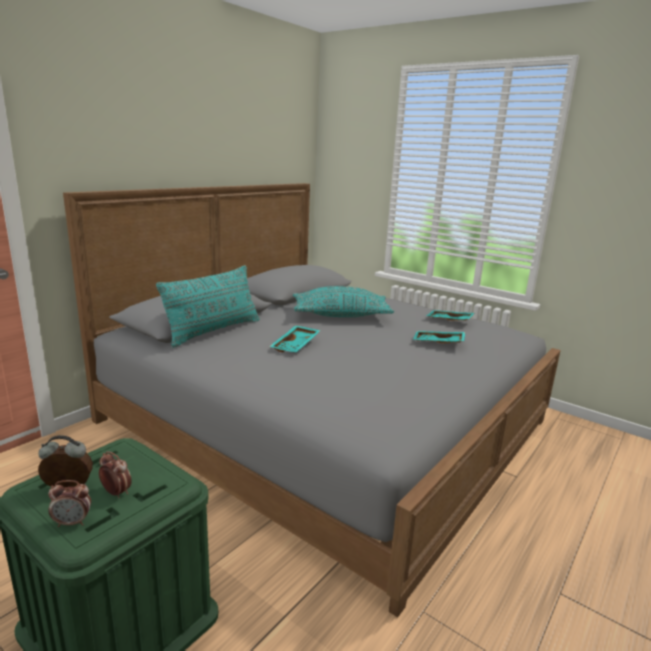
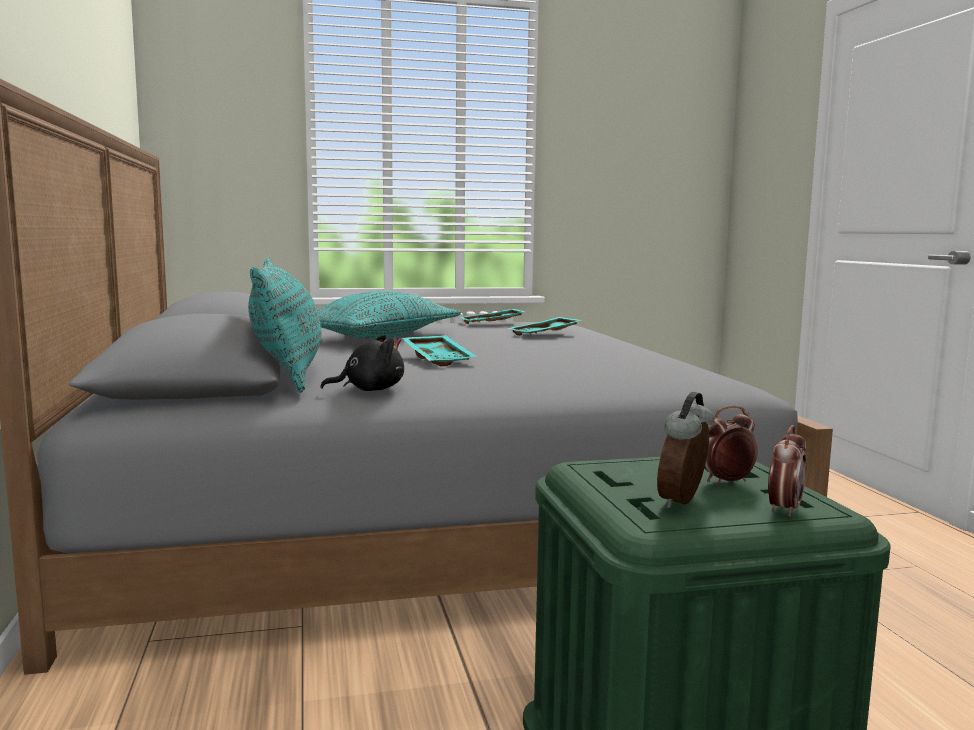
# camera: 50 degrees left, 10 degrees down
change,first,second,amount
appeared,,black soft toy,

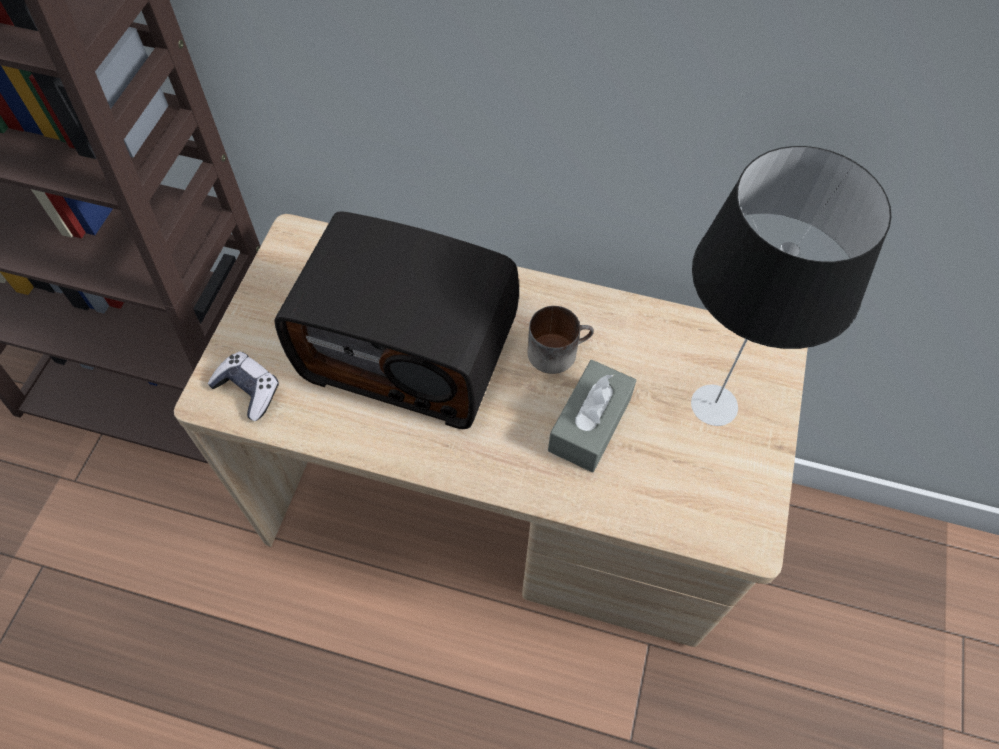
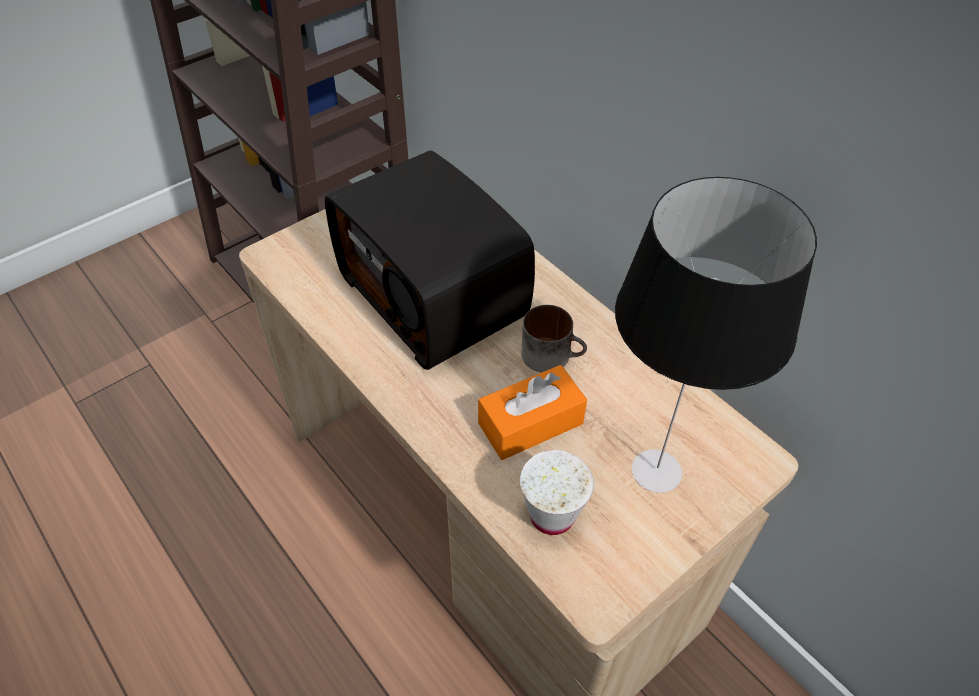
# camera: 35 degrees right, 10 degrees down
change,first,second,amount
missing,joypad,,
colour,greyish box of tissues,orange-coloured box of tissues,
appeared,,whitish small cup,

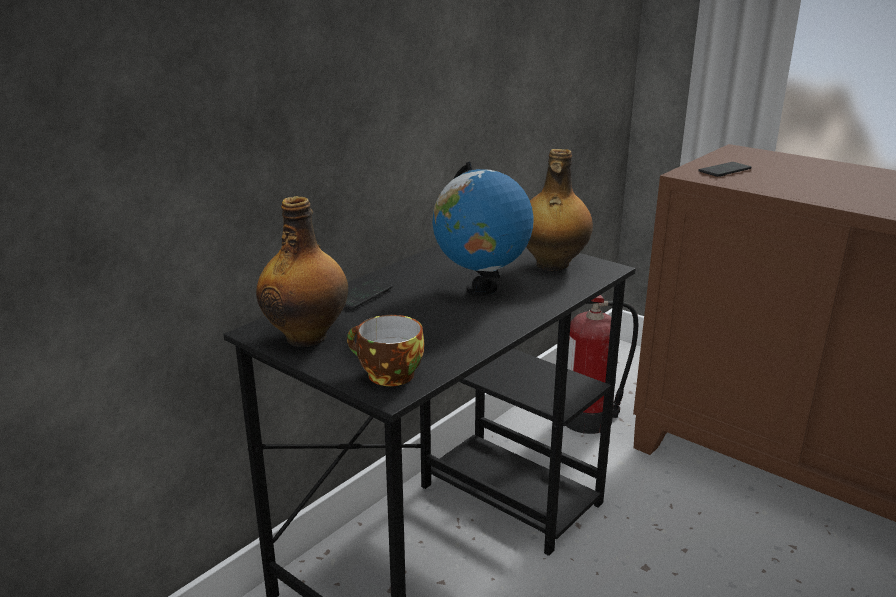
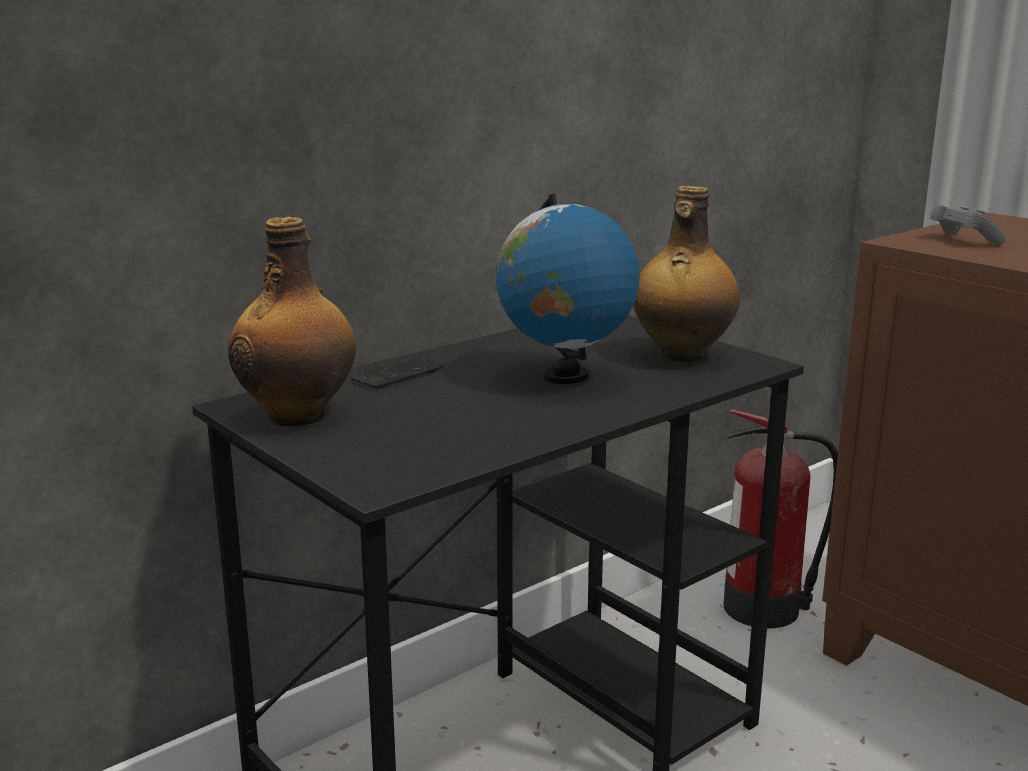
# camera: 10 degrees right, 5 degrees down
change,first,second,amount
missing,small cup,,
exchanged,telephone (no. 2 from left),greyish joypad,

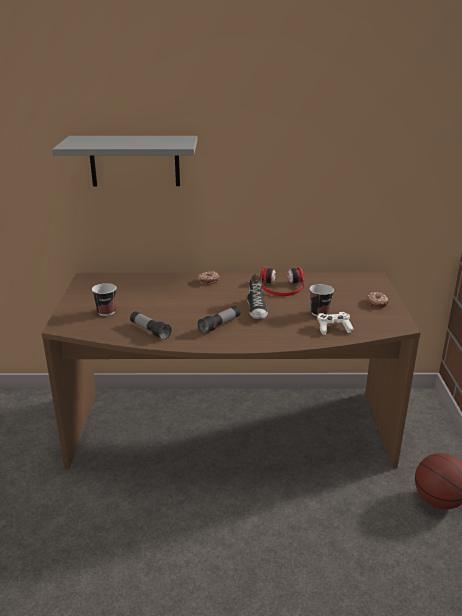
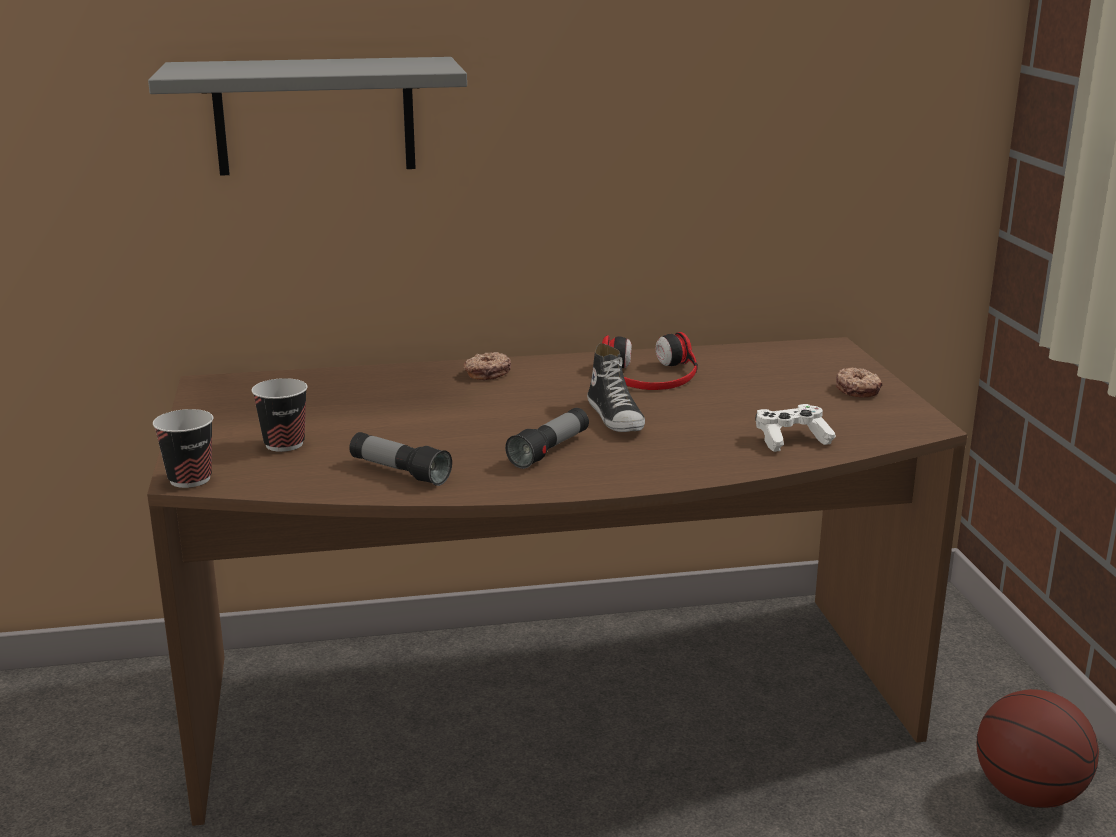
# camera: 10 degrees left, 5 degrees down
change,first,second,amount
relocated,small cup (no. 2 from left in the first image),small cup (no. 1 from left),

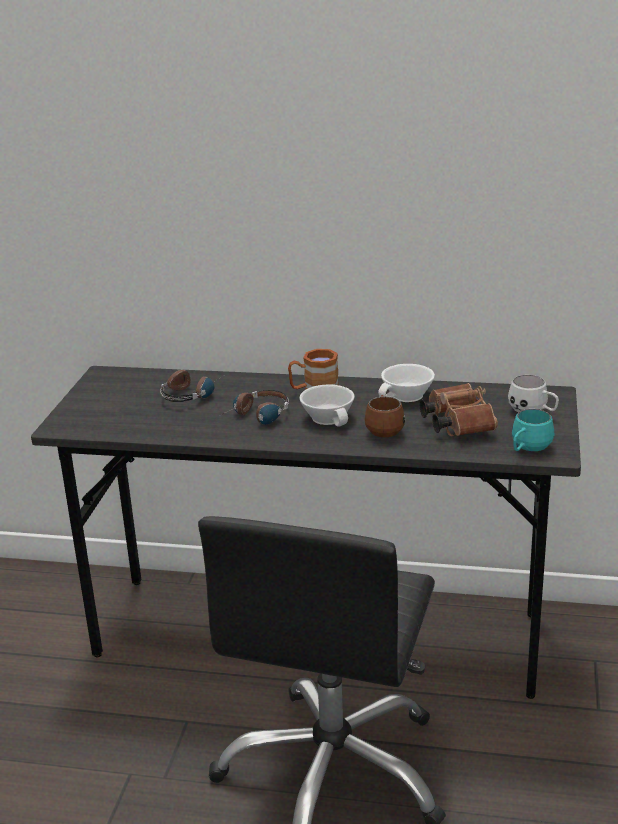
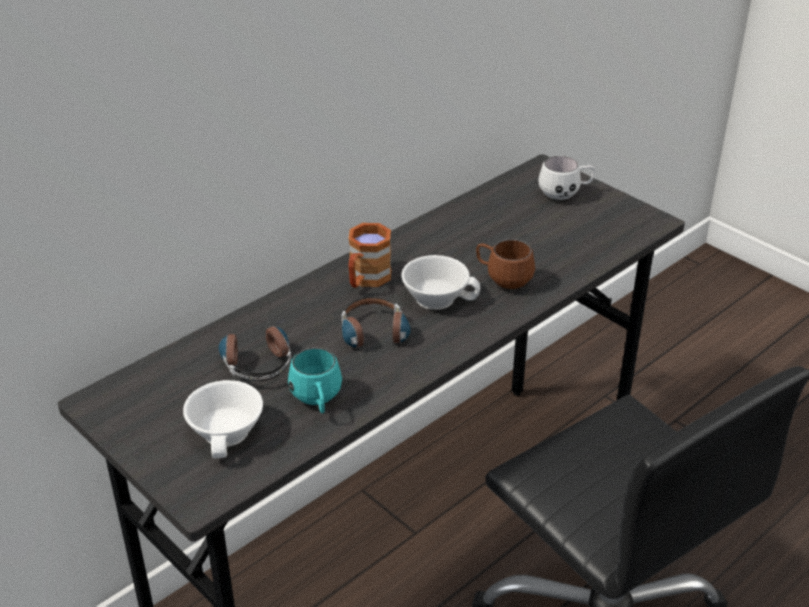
# camera: 55 degrees left, 10 degrees up
change,first,second,amount
relocated,whitish small cup (no. 2 from left in the first image),whitish small cup (no. 1 from left),
missing,brown binoculars,,
relocated,turquoise-coloured mug,,

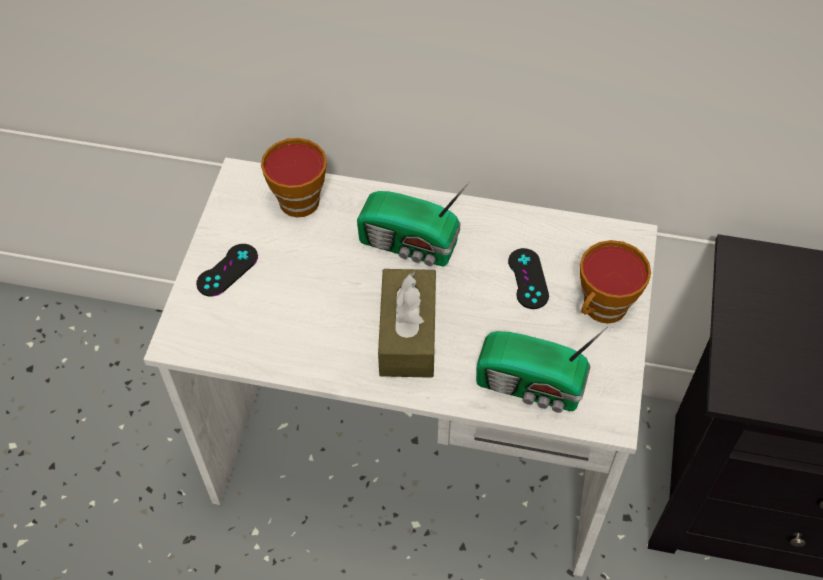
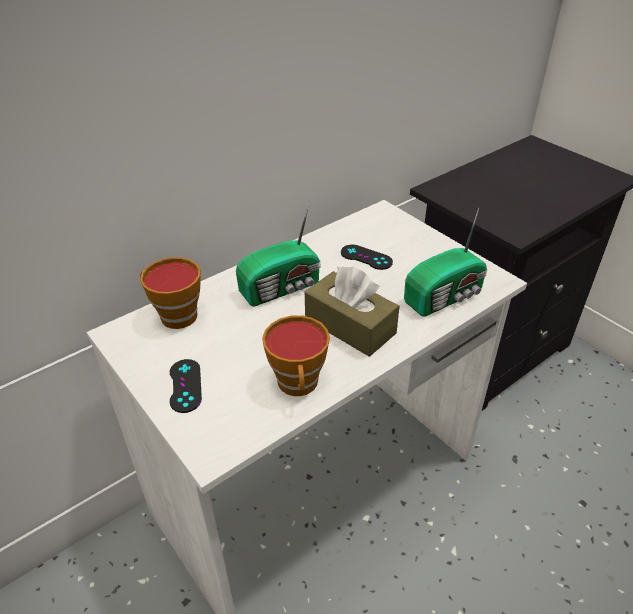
# camera: 50 degrees left, 15 degrees down
change,first,second,amount
relocated,small cup (no. 2 from left),,

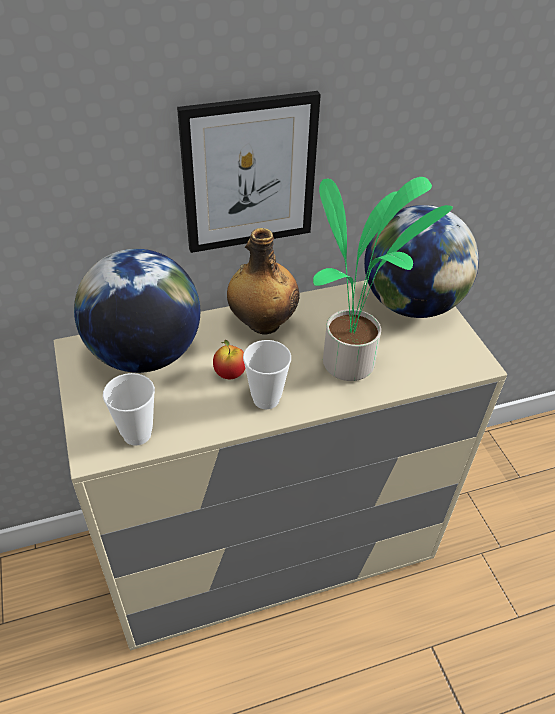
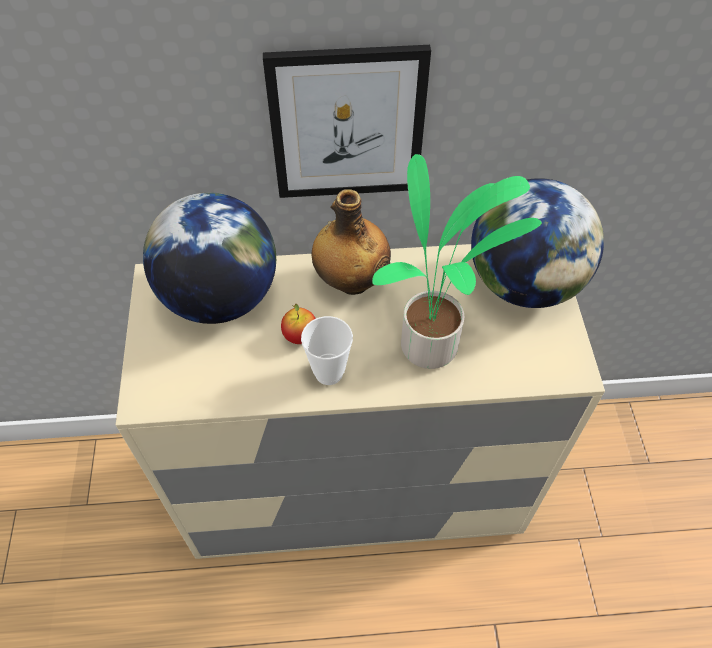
# camera: 15 degrees right, 10 degrees up
change,first,second,amount
missing,small cup (no. 1 from left),,

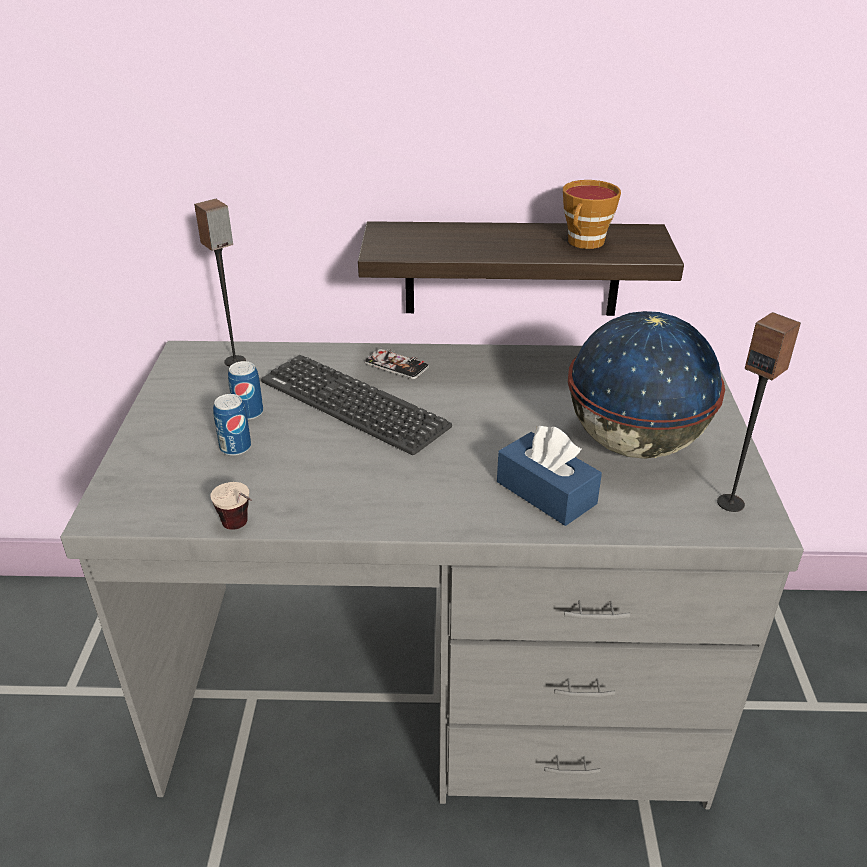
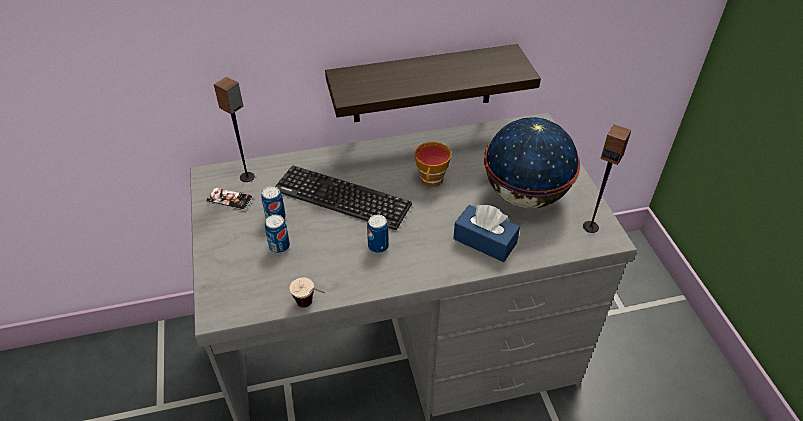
# camera: 15 degrees left, 10 degrees up
change,first,second,amount
relocated,telephone,,
relocated,small cup (no. 2 from left),,
appeared,,metal can (no. 3 from left),

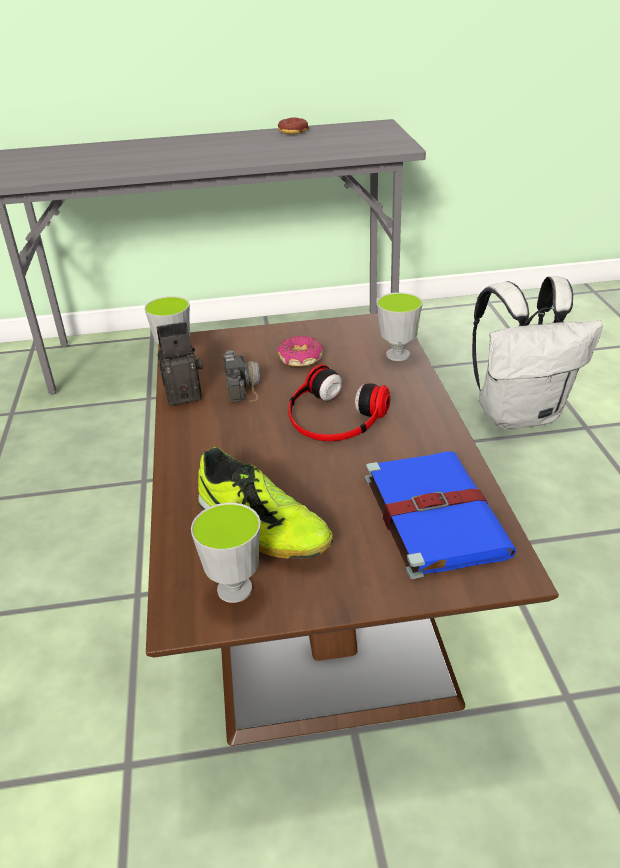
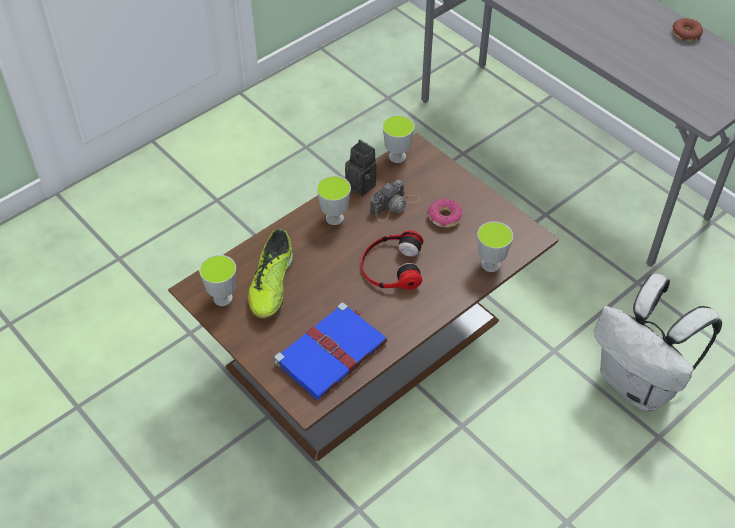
# camera: 55 degrees right, 15 degrees up
change,first,second,amount
appeared,,small cup (no. 2 from left),

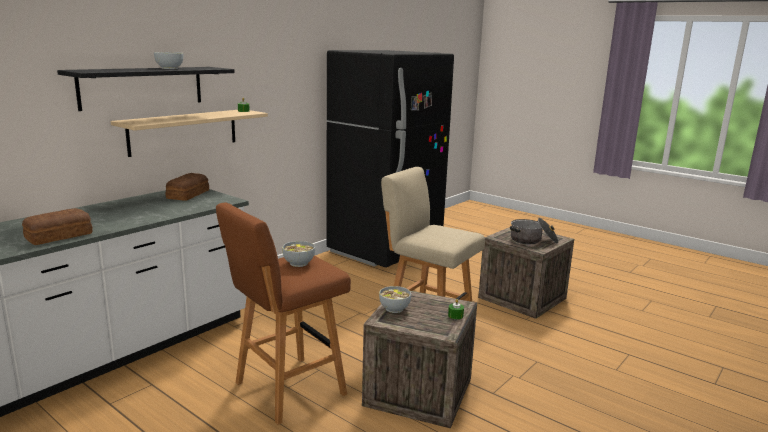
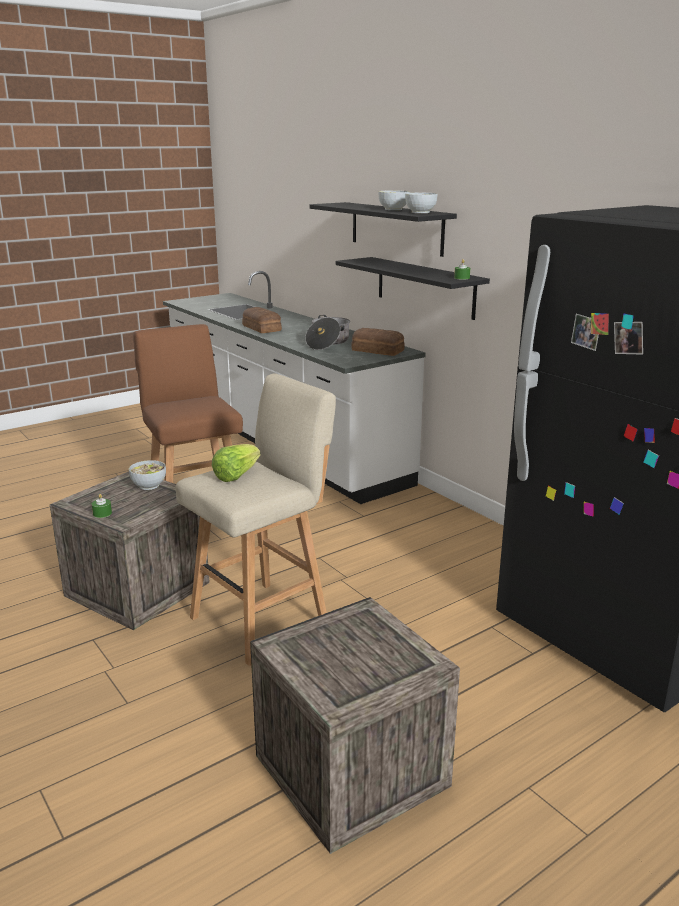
# camera: 105 degrees right, 5 degrees up
change,first,second,amount
colour,beige-coloured shelf,black shelf (no. 2 from left),
relocated,bowl (no. 2 from left in the first image),bowl (no. 3 from left),
relocated,saucepot,,
appeared,,lettuce,

